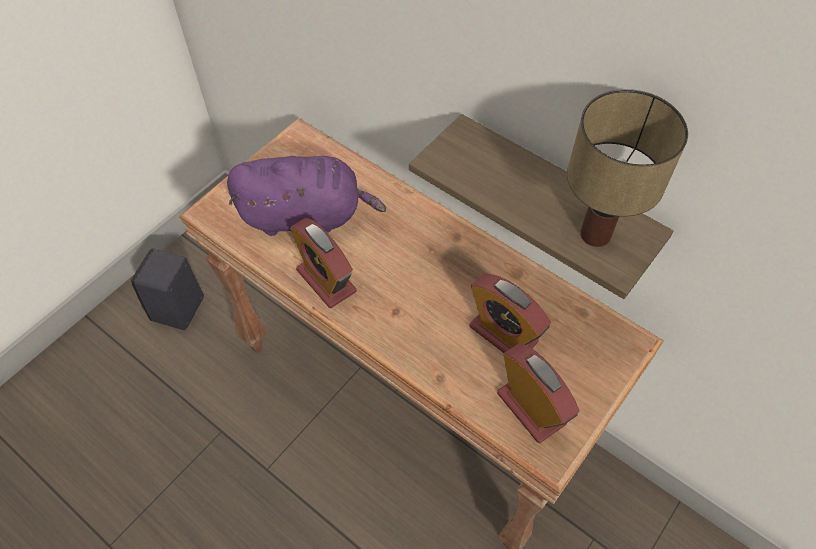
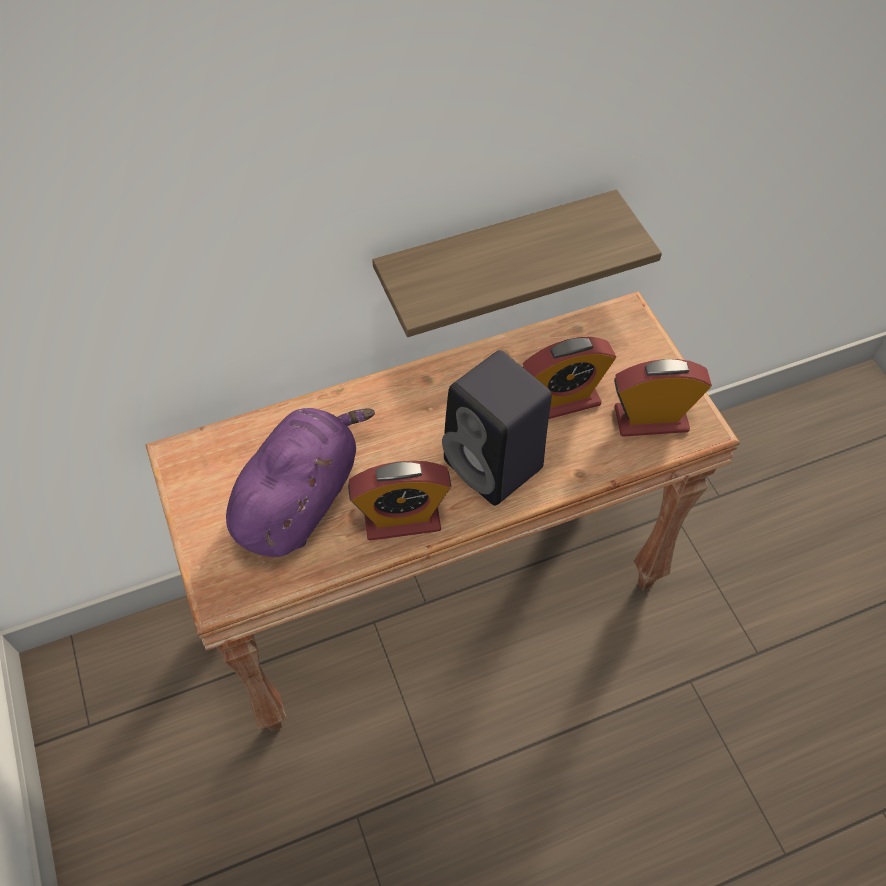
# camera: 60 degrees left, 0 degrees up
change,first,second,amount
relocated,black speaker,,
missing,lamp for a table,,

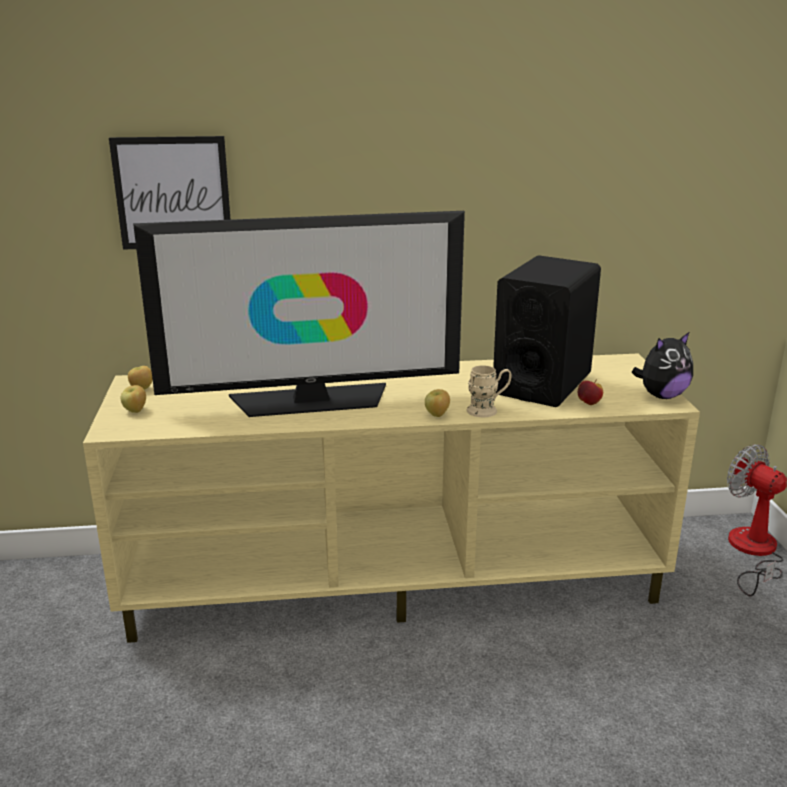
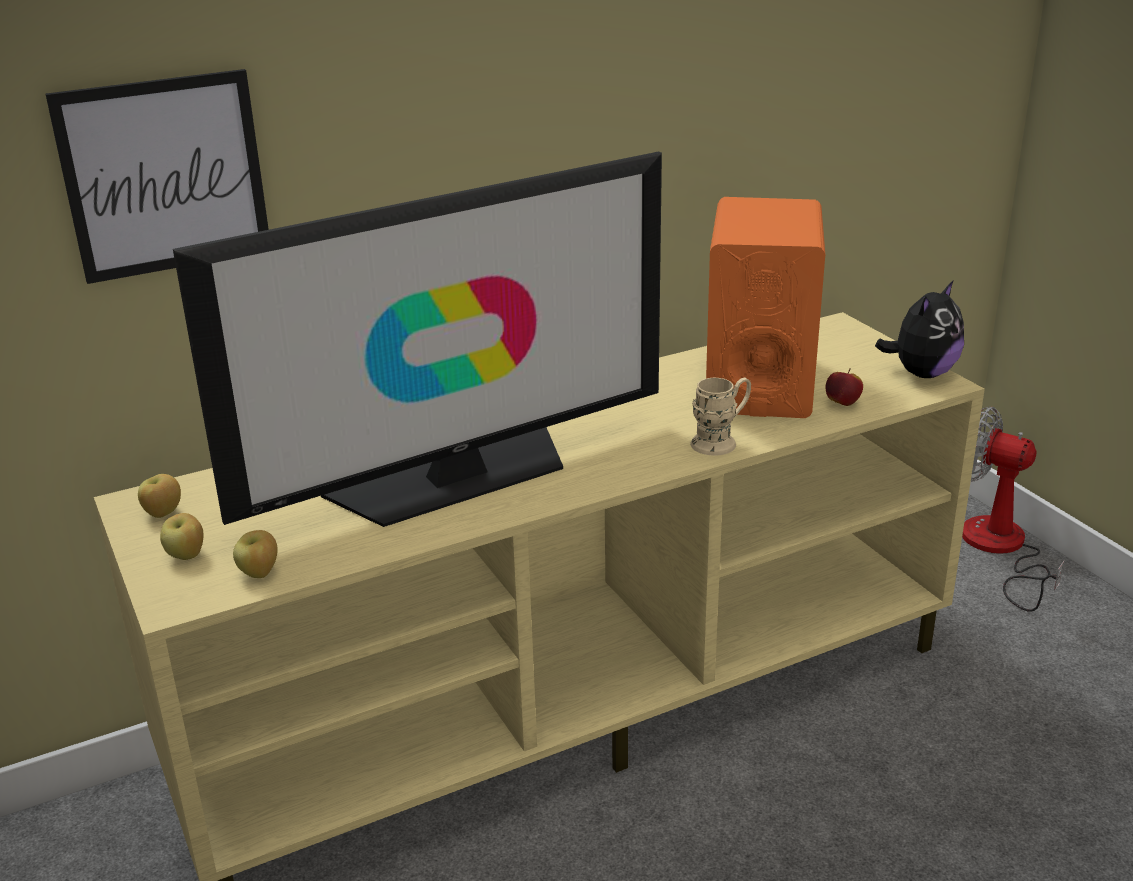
# camera: 20 degrees left, 5 degrees up
change,first,second,amount
relocated,apple (no. 3 from left),,
colour,black speaker,orange-coloured speaker,

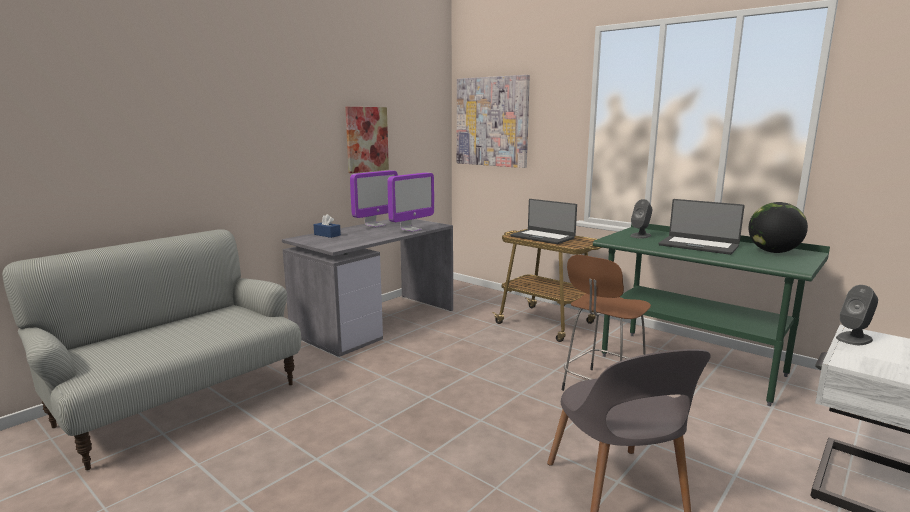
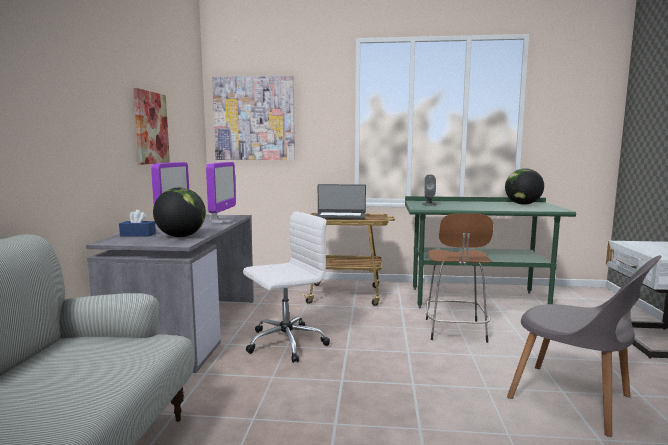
# camera: 35 degrees left, 5 degrees down
change,first,second,amount
missing,portable computer (no. 2 from left),,
missing,greyish speaker (no. 2 from left),,
appeared,,globe (no. 1 from left),
appeared,,whitish office chair,

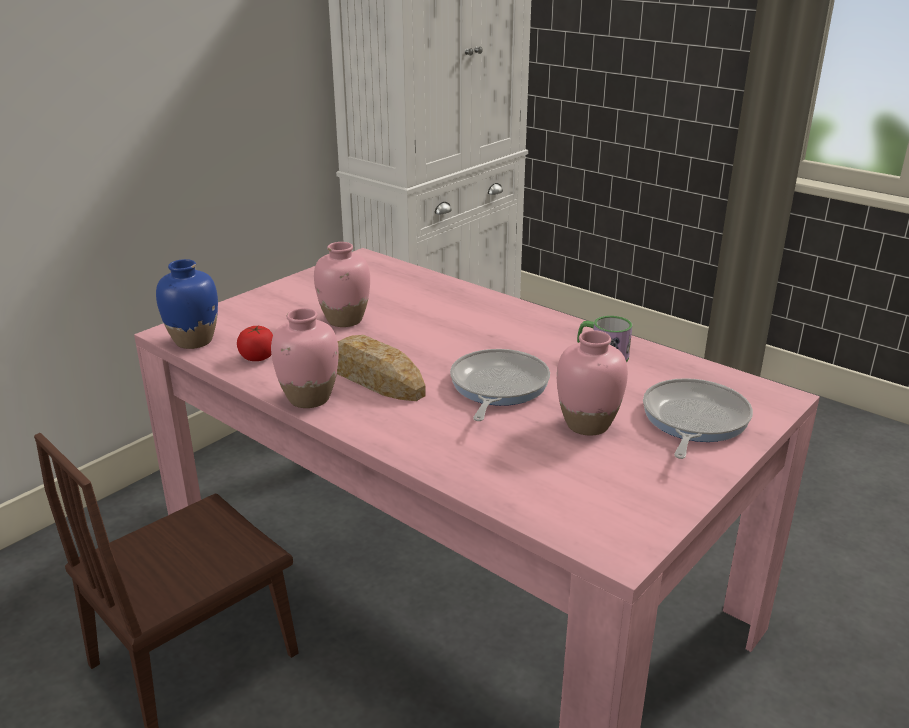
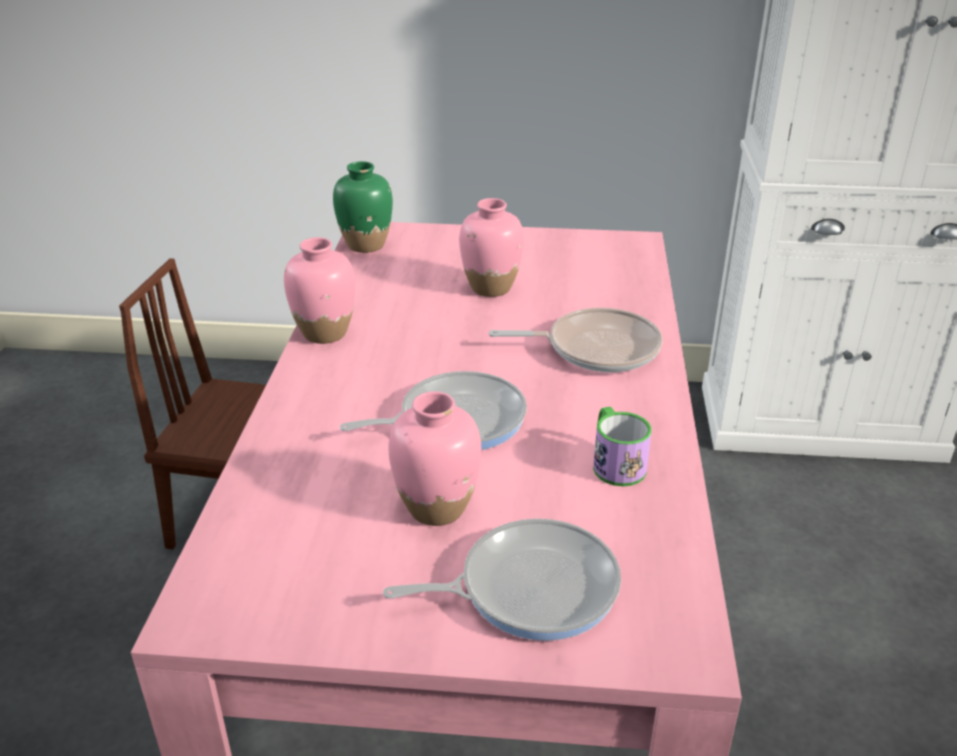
# camera: 55 degrees right, 5 degrees up
change,first,second,amount
colour,blue flower vase,green flower vase,
missing,tomato,,
missing,bread,,
appeared,,frying pan (no. 3 from left),

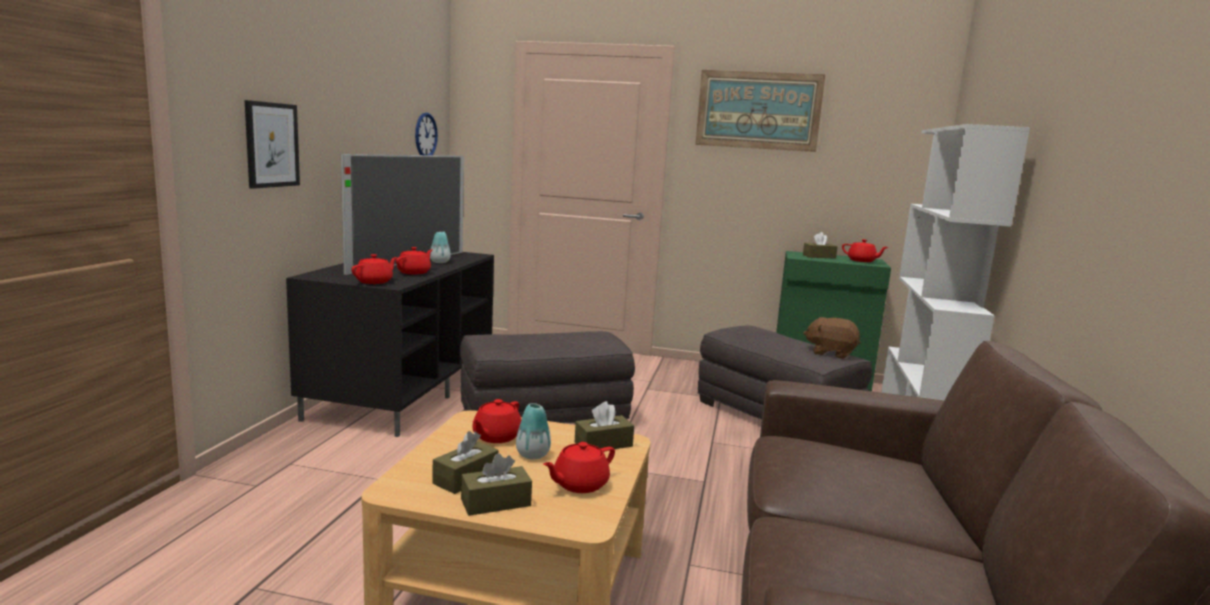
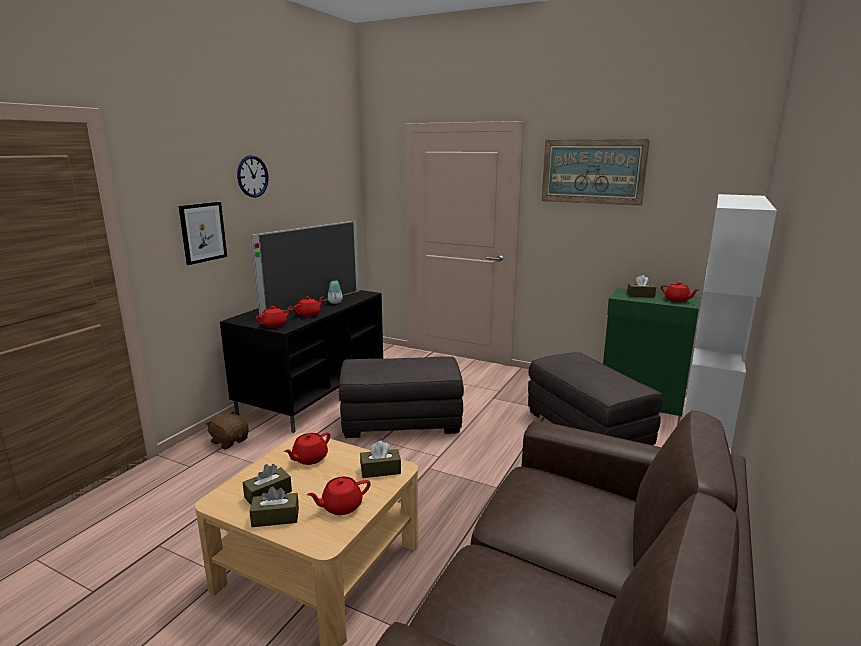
# camera: 15 degrees right, 5 degrees up
change,first,second,amount
relocated,wall clock,,
missing,flower vase (no. 2 from left),,
relocated,brown soft toy,,

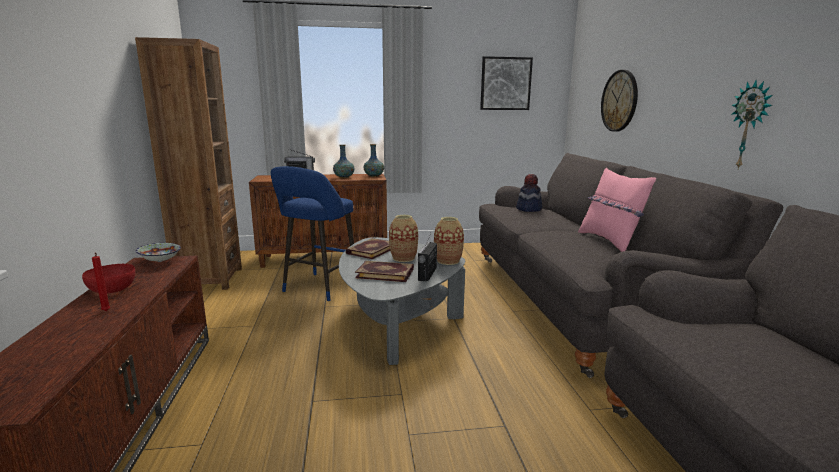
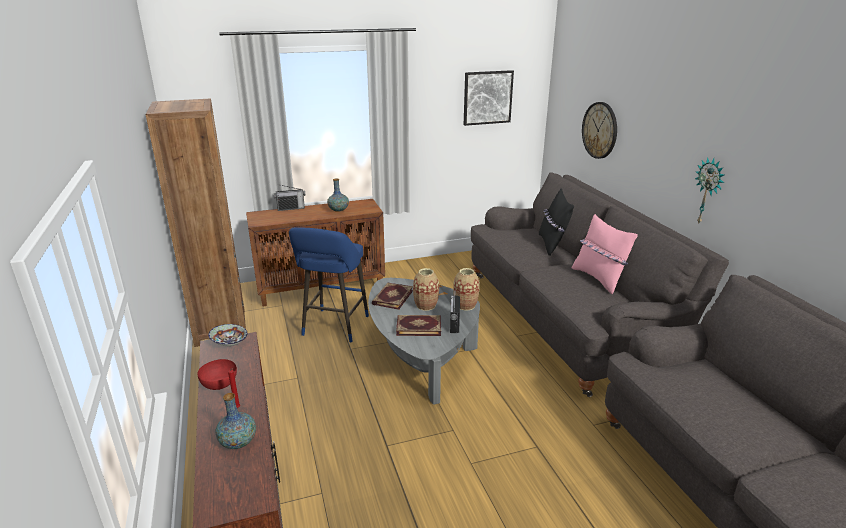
# camera: 10 degrees left, 10 degrees up
change,first,second,amount
relocated,flower vase (no. 2 from left in the first image),flower vase (no. 1 from left),
missing,hat,,
appeared,,black throw pillow,

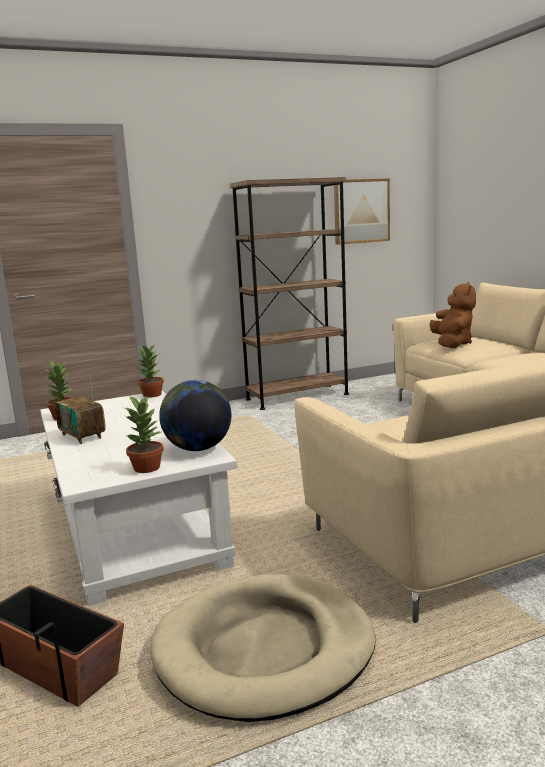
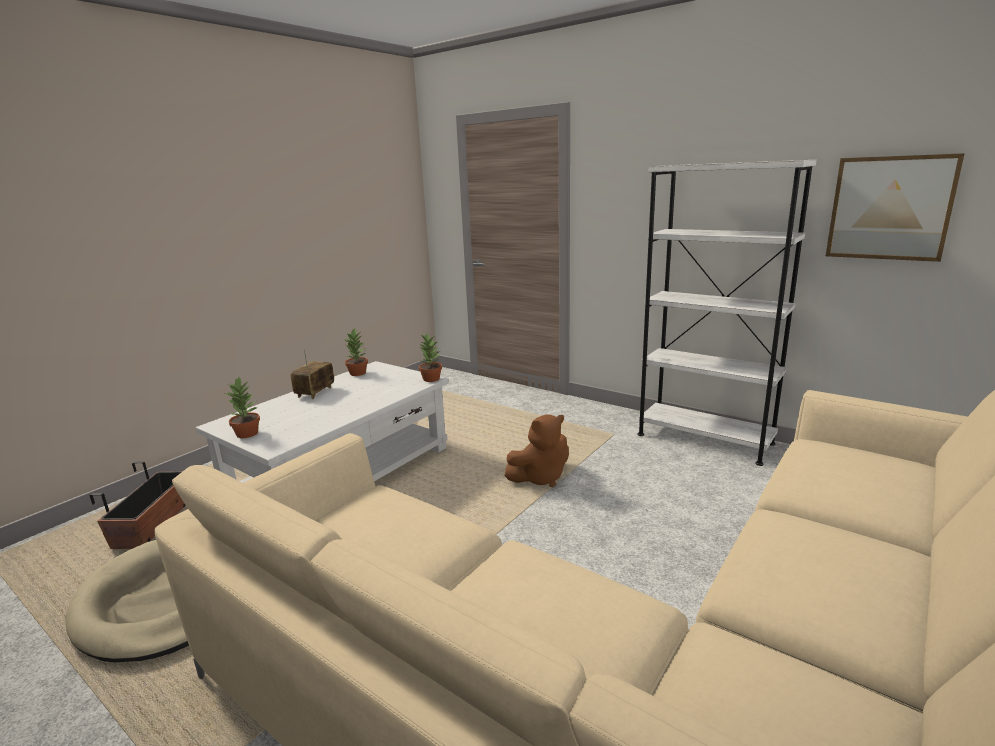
# camera: 60 degrees right, 5 degrees up
change,first,second,amount
missing,globe,,
colour,brown bookcase,whitish bookcase,
relocated,brown soft toy,,

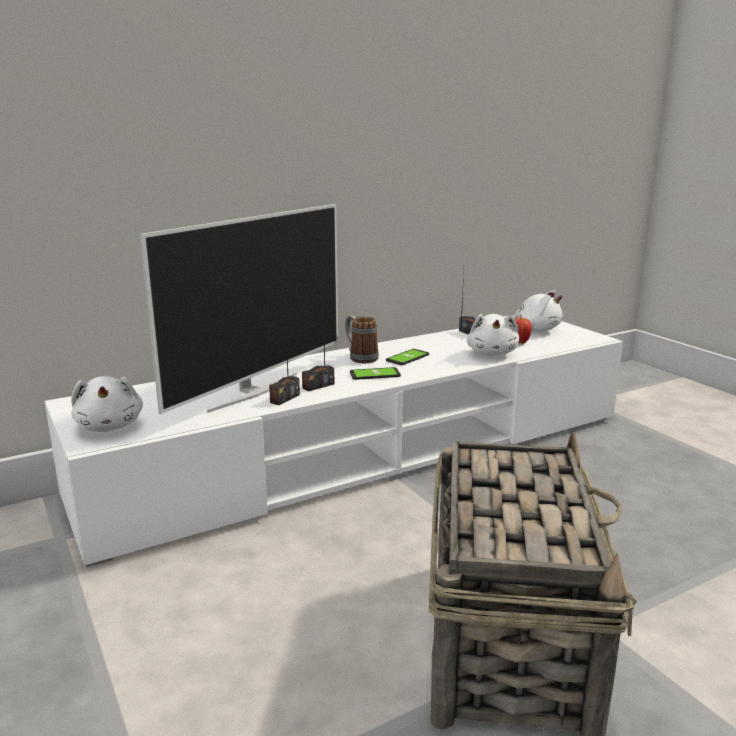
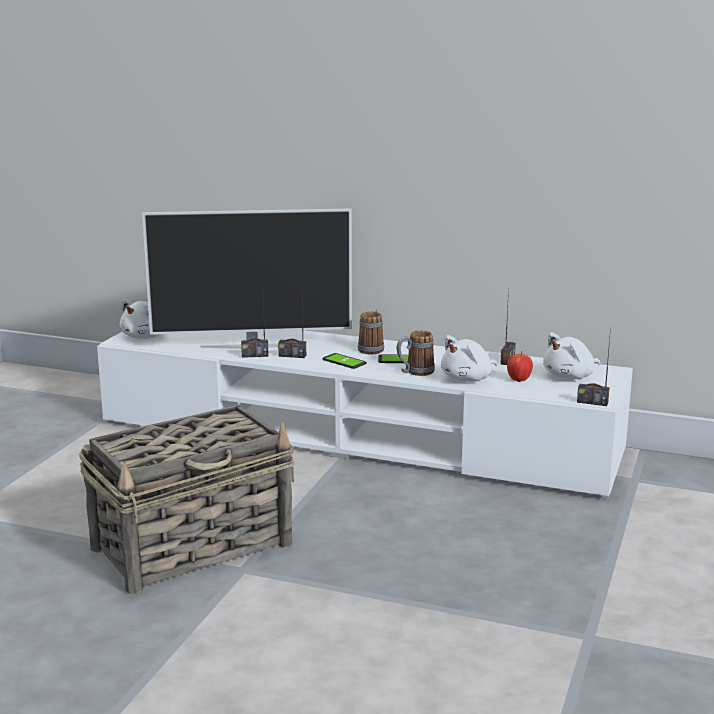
# camera: 50 degrees right, 0 degrees up
change,first,second,amount
spun,whitish soft toy (no. 3 from left),,75 degrees clockwise
appeared,,mug (no. 2 from left),
appeared,,radio receiver (no. 4 from left),

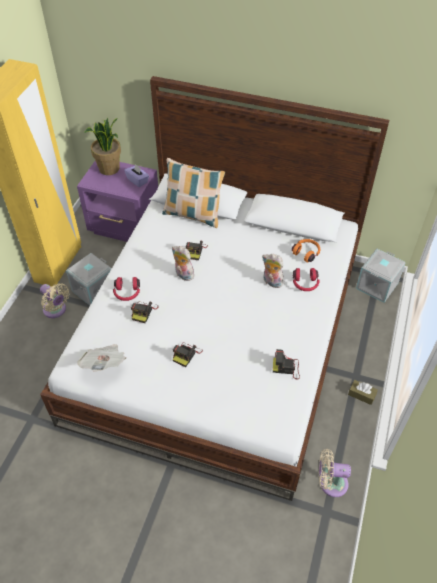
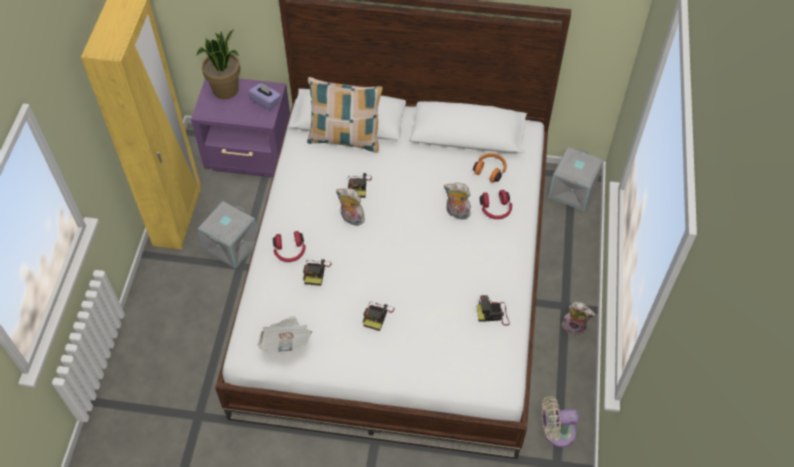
# camera: 10 degrees left, 5 degrees up
change,first,second,amount
missing,beige-coloured electric fan (no. 1 from left),,
exchanged,brown box of tissues,soft toy (no. 3 from left),

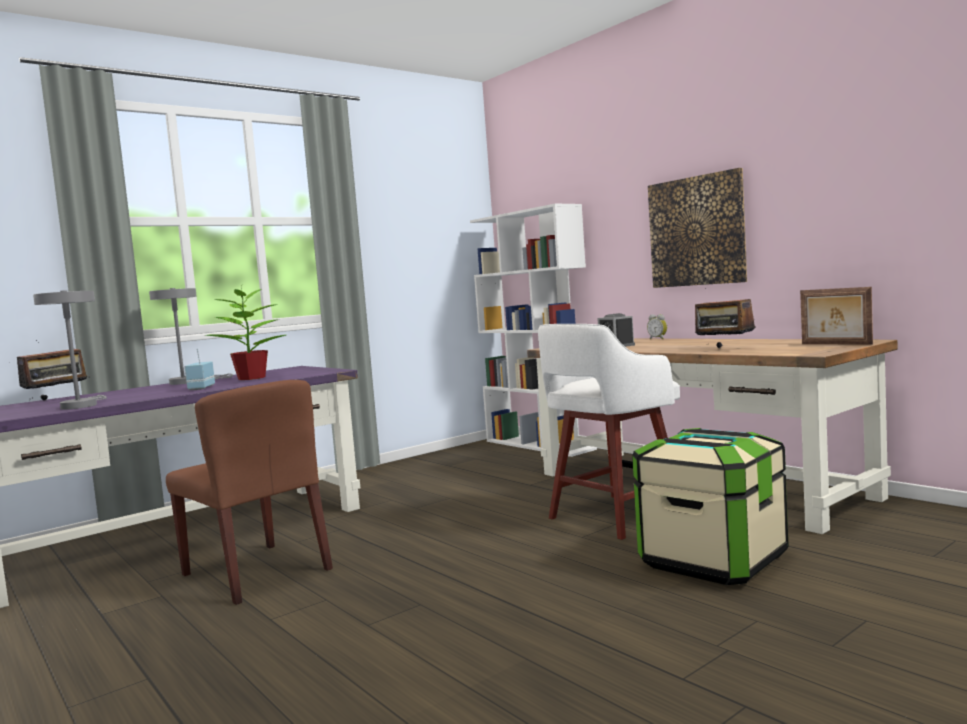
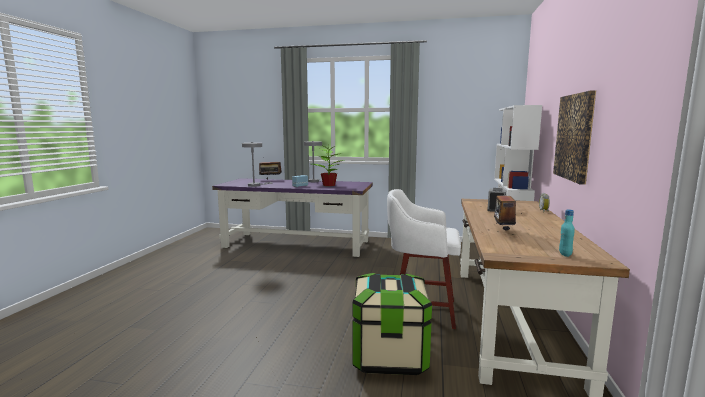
# camera: 50 degrees right, 5 degrees up
change,first,second,amount
missing,brown chair,,
exchanged,picture frame,turquoise-coloured drink bottle,

